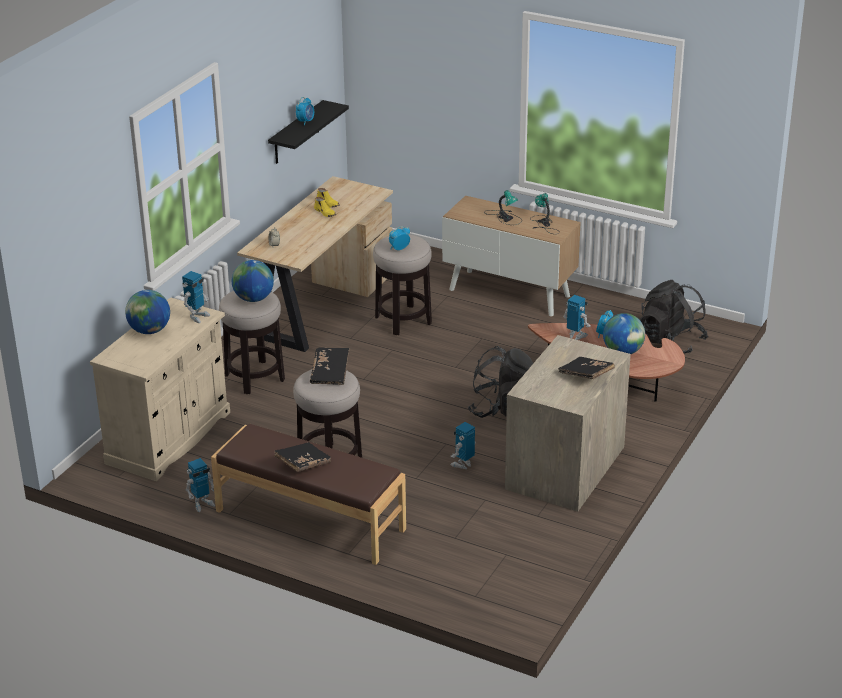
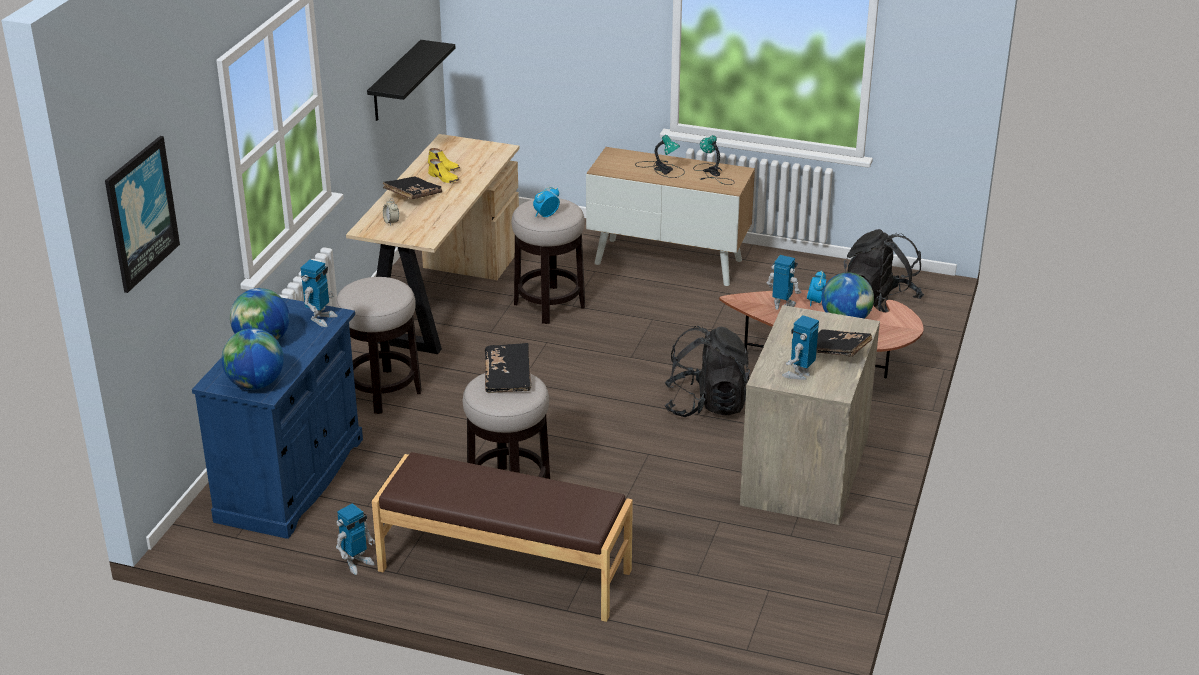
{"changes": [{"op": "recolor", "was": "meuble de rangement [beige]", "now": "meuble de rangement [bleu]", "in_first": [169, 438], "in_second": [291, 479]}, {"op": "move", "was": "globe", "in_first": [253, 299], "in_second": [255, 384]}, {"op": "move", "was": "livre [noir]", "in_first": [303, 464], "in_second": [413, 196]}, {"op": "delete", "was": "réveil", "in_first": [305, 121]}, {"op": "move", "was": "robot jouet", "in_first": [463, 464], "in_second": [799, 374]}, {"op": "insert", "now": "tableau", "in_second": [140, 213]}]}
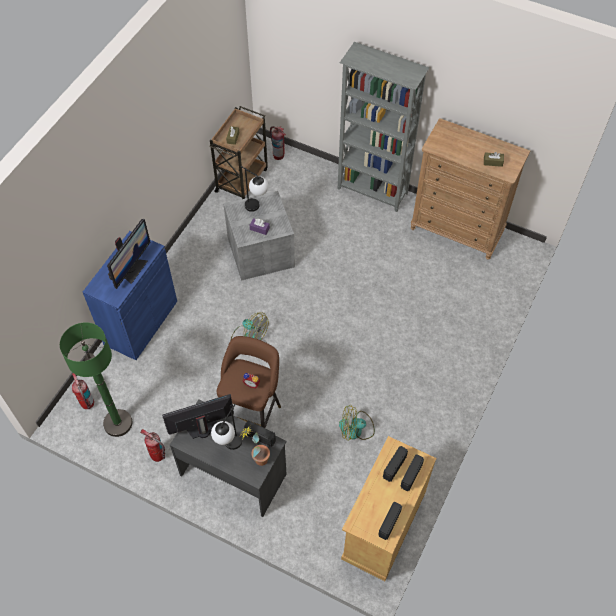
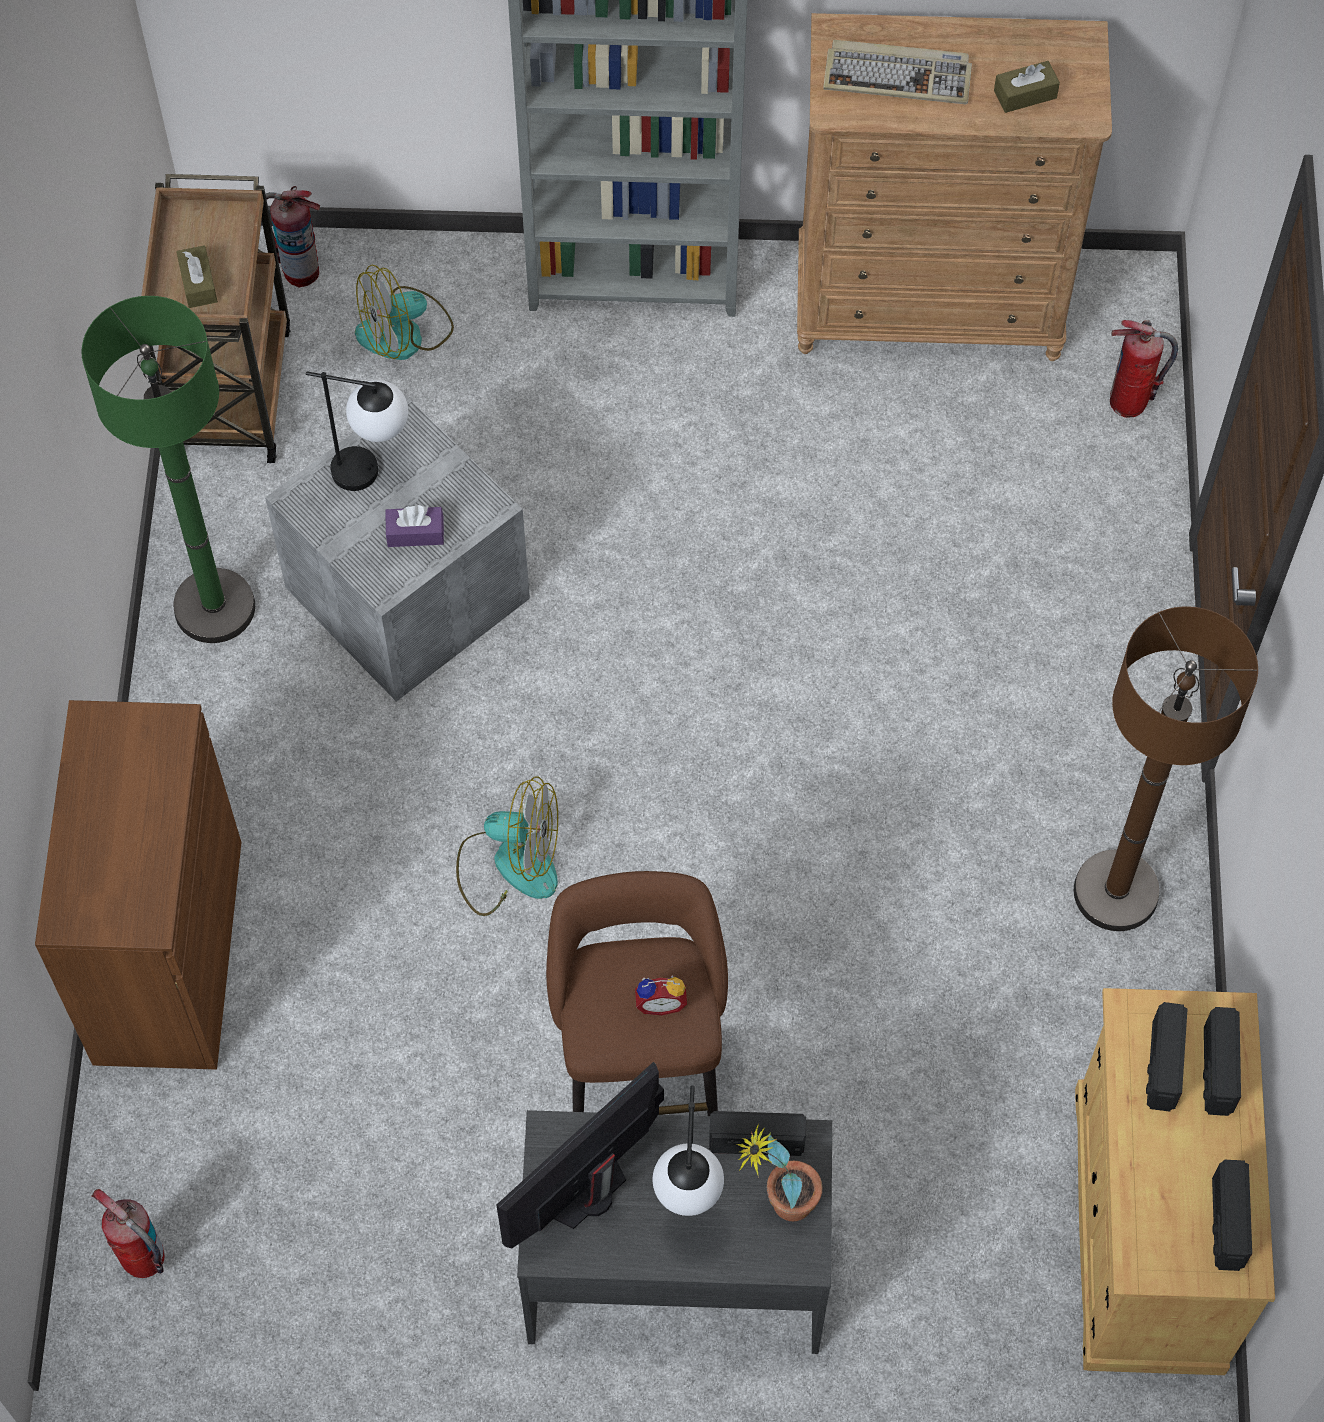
{"changes": [{"op": "move", "was": "lampadaire [vert]", "in_first": [118, 423], "in_second": [214, 607]}, {"op": "recolor", "was": "meuble de rangement [bleu]", "now": "meuble de rangement [marron]", "in_first": [141, 323], "in_second": [168, 951]}, {"op": "delete", "was": "écran d'ordinateur", "in_first": [132, 269]}, {"op": "move", "was": "extincteur", "in_first": [158, 455], "in_second": [1129, 403]}, {"op": "move", "was": "ventilateur", "in_first": [356, 429], "in_second": [405, 333]}, {"op": "insert", "now": "clavier", "in_second": [898, 76]}, {"op": "insert", "now": "lampadaire [marron]", "in_second": [1116, 892]}]}
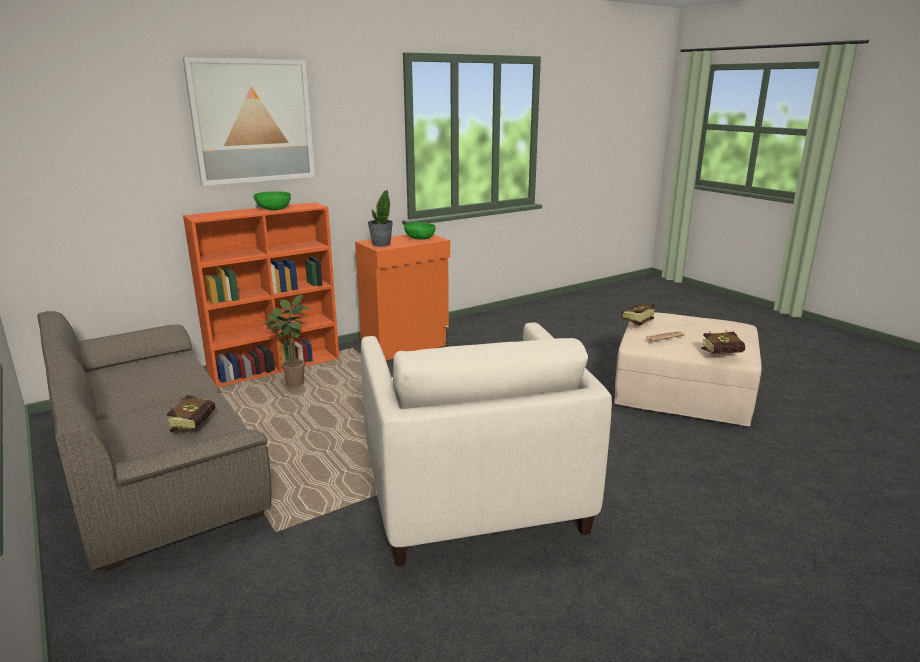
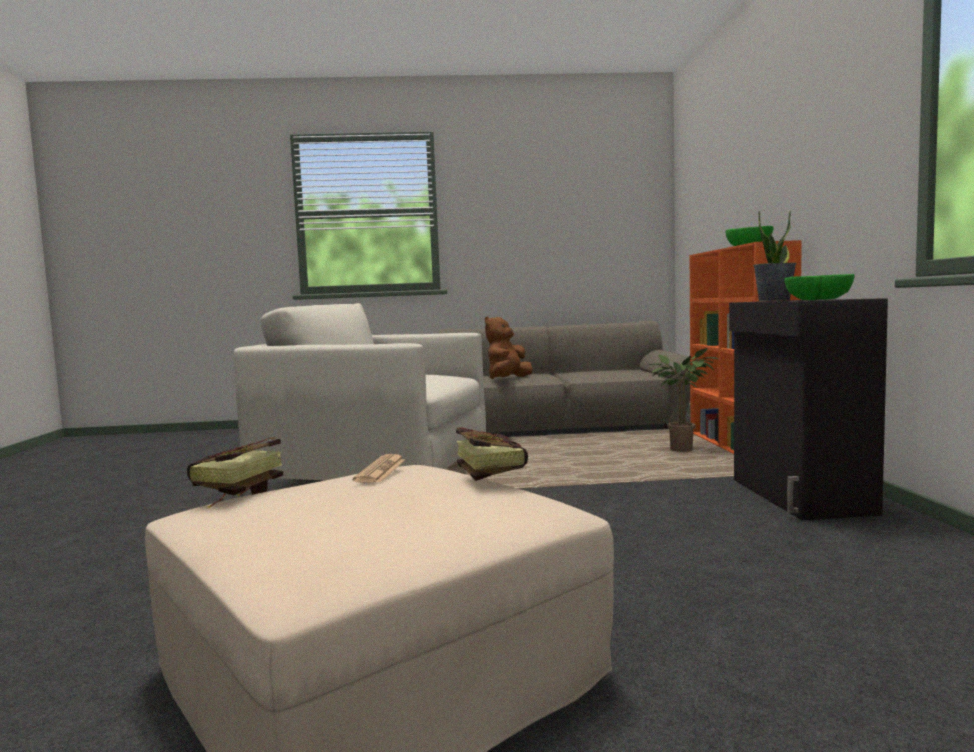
{"changes": [{"op": "replace", "was": "livre", "now": "peluche [marron]", "in_first": [196, 424], "in_second": [508, 379]}, {"op": "delete", "was": "tableau", "in_first": [252, 121]}, {"op": "recolor", "was": "meuble de rangement [orange]", "now": "meuble de rangement [noir]", "in_first": [406, 346], "in_second": [798, 496]}]}
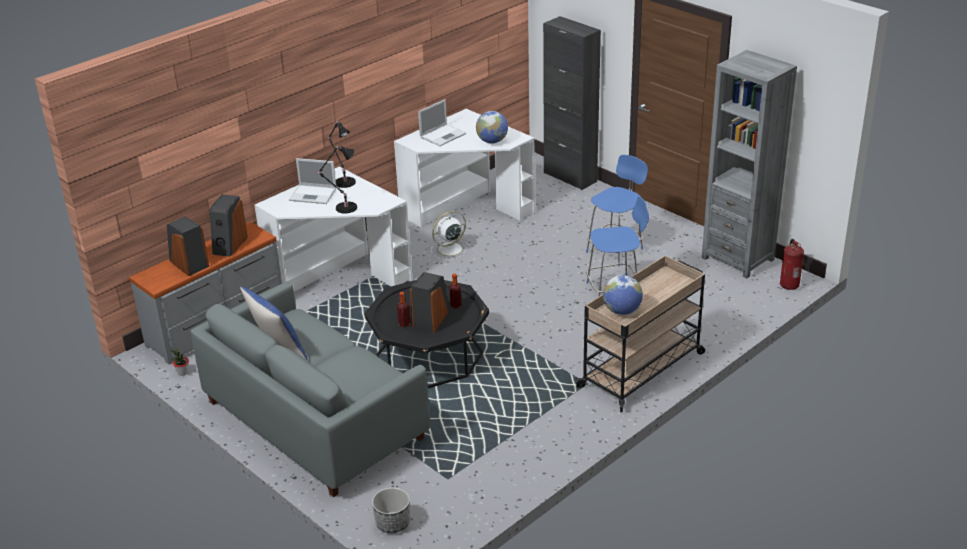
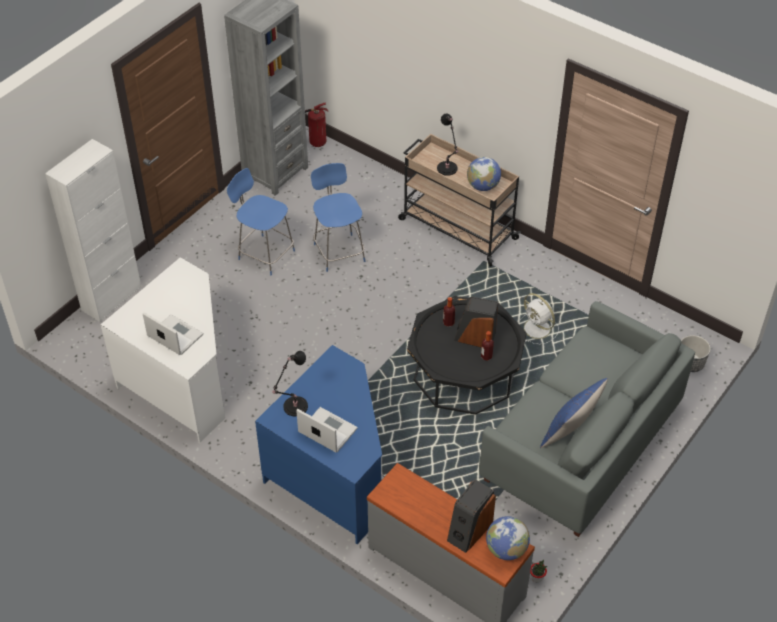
{"changes": [{"op": "delete", "was": "enceinte", "in_first": [229, 245]}, {"op": "recolor", "was": "bureau [blanc]", "now": "bureau [bleu]", "in_first": [339, 275], "in_second": [333, 475]}, {"op": "rotate", "was": "ordinateur portable", "in_first": [314, 194], "in_second": [326, 430], "clockwise": -60}, {"op": "move", "was": "lampe de table [noir]", "in_first": [344, 208], "in_second": [447, 169]}, {"op": "move", "was": "ventilateur [blanc]", "in_first": [449, 249], "in_second": [538, 329]}, {"op": "move", "was": "globe", "in_first": [492, 141], "in_second": [506, 549]}, {"op": "recolor", "was": "meuble de rangement [noir]", "now": "meuble de rangement [blanc]", "in_first": [570, 177], "in_second": [111, 298]}]}
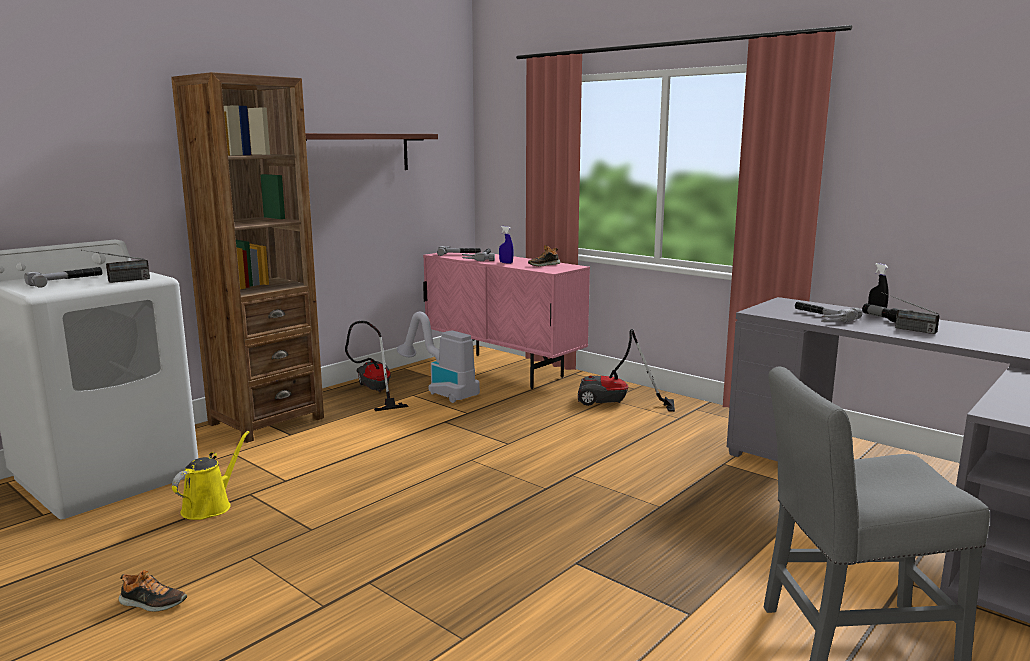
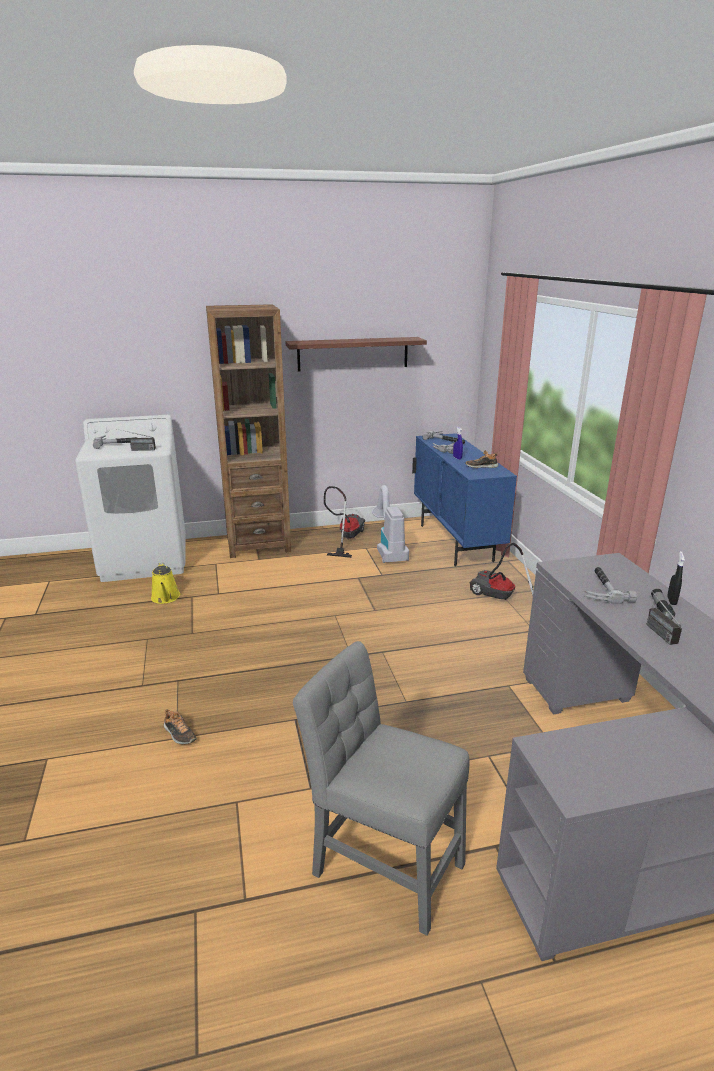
{"changes": [{"op": "move", "was": "chaussure", "in_first": [152, 603], "in_second": [179, 734]}, {"op": "rotate", "was": "arrosoir [jaune]", "in_first": [210, 506], "in_second": [166, 598], "clockwise": 105}, {"op": "recolor", "was": "meuble de rangement [rose]", "now": "meuble de rangement [bleu]", "in_first": [503, 371], "in_second": [455, 543]}]}
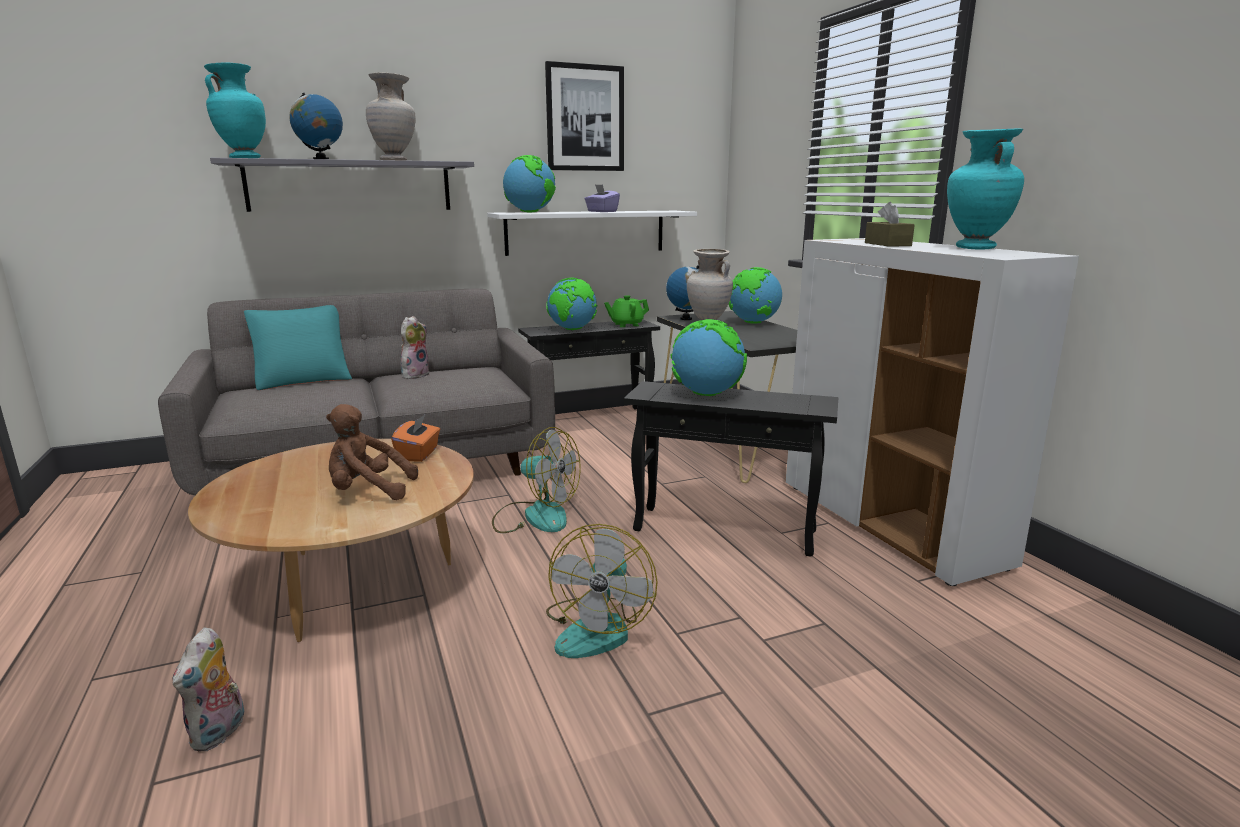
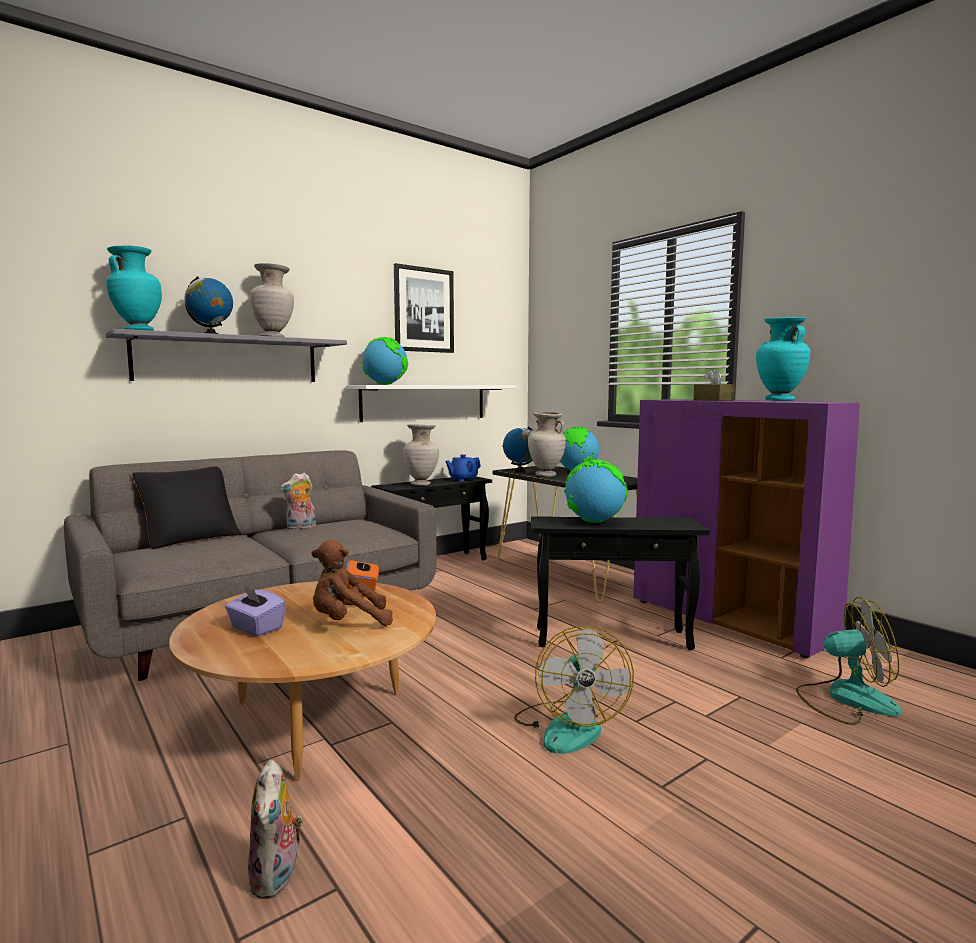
{"changes": [{"op": "recolor", "was": "coussin [turquoise]", "now": "coussin [noir]", "in_first": [303, 379], "in_second": [190, 538]}, {"op": "rotate", "was": "peluche", "in_first": [415, 375], "in_second": [300, 528], "clockwise": -135}, {"op": "move", "was": "ventilateur", "in_first": [535, 516], "in_second": [846, 699]}, {"op": "replace", "was": "globe", "now": "vase [beige]", "in_first": [572, 329], "in_second": [421, 484]}, {"op": "move", "was": "boîte à mouchoirs [violet]", "in_first": [601, 211], "in_second": [256, 628]}, {"op": "recolor", "was": "théière [vert]", "now": "théière [bleu]", "in_first": [626, 325], "in_second": [463, 479]}, {"op": "recolor", "was": "meuble de rangement [blanc]", "now": "meuble de rangement [violet]", "in_first": [890, 524], "in_second": [730, 620]}]}
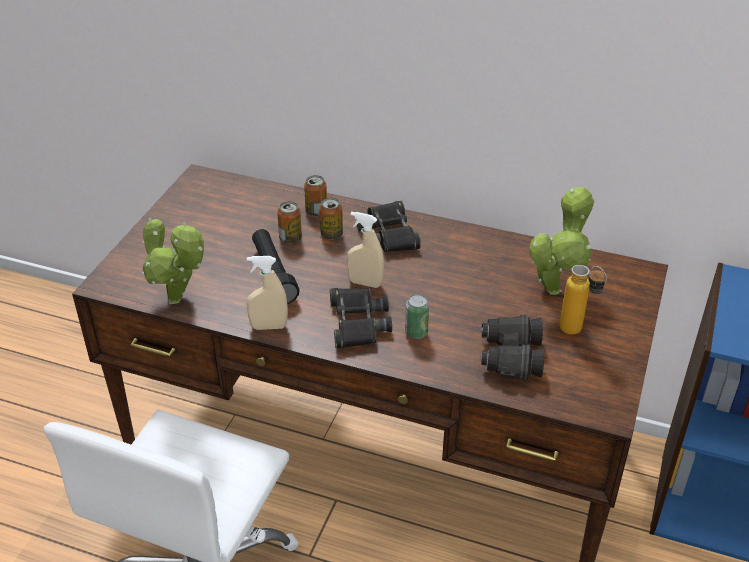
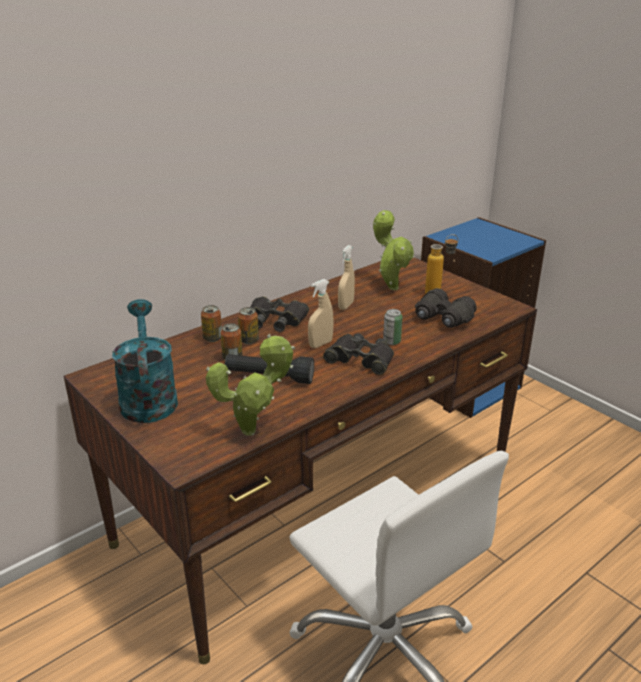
{"changes": [{"op": "move", "was": "vaporisateur [beige]", "in_first": [269, 326], "in_second": [346, 306]}, {"op": "insert", "now": "arrosoir [turquoise]", "in_second": [148, 397]}]}
